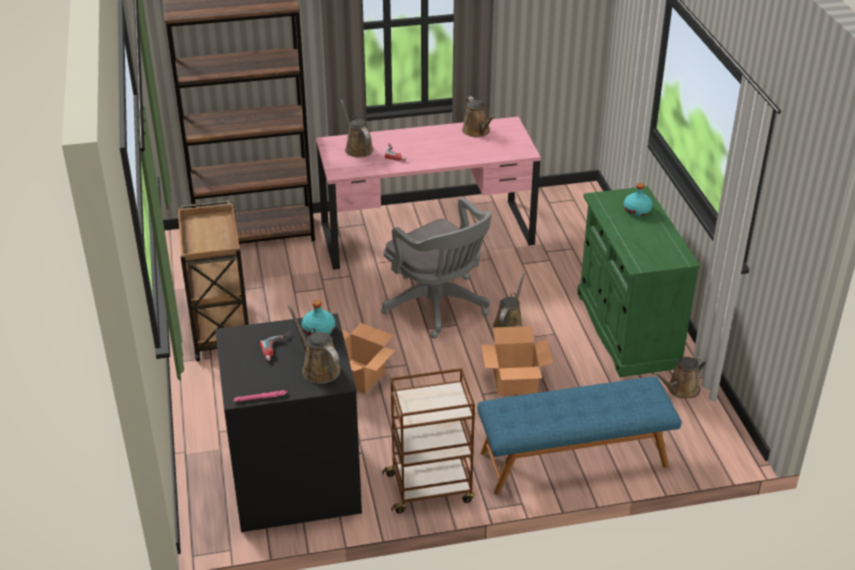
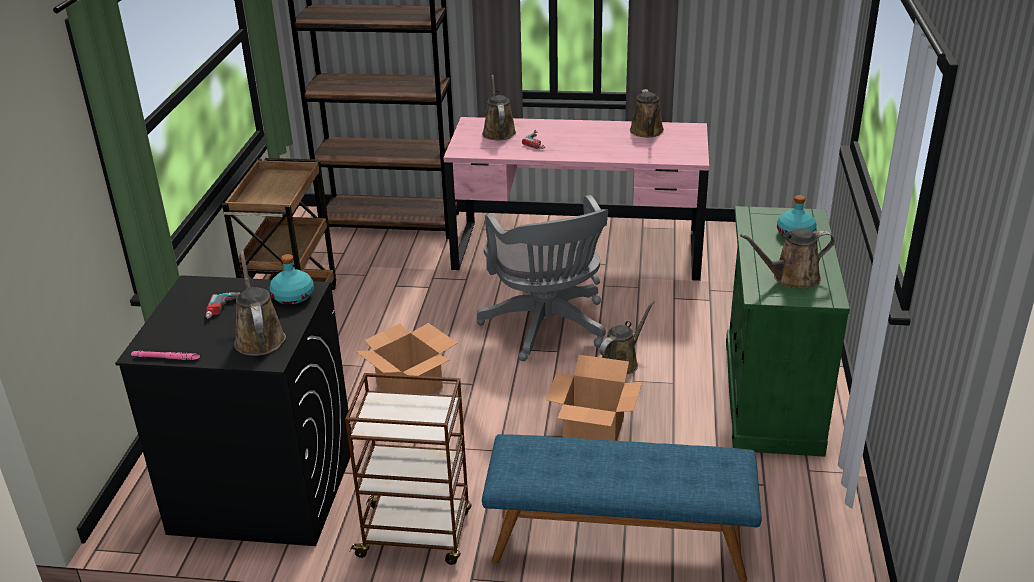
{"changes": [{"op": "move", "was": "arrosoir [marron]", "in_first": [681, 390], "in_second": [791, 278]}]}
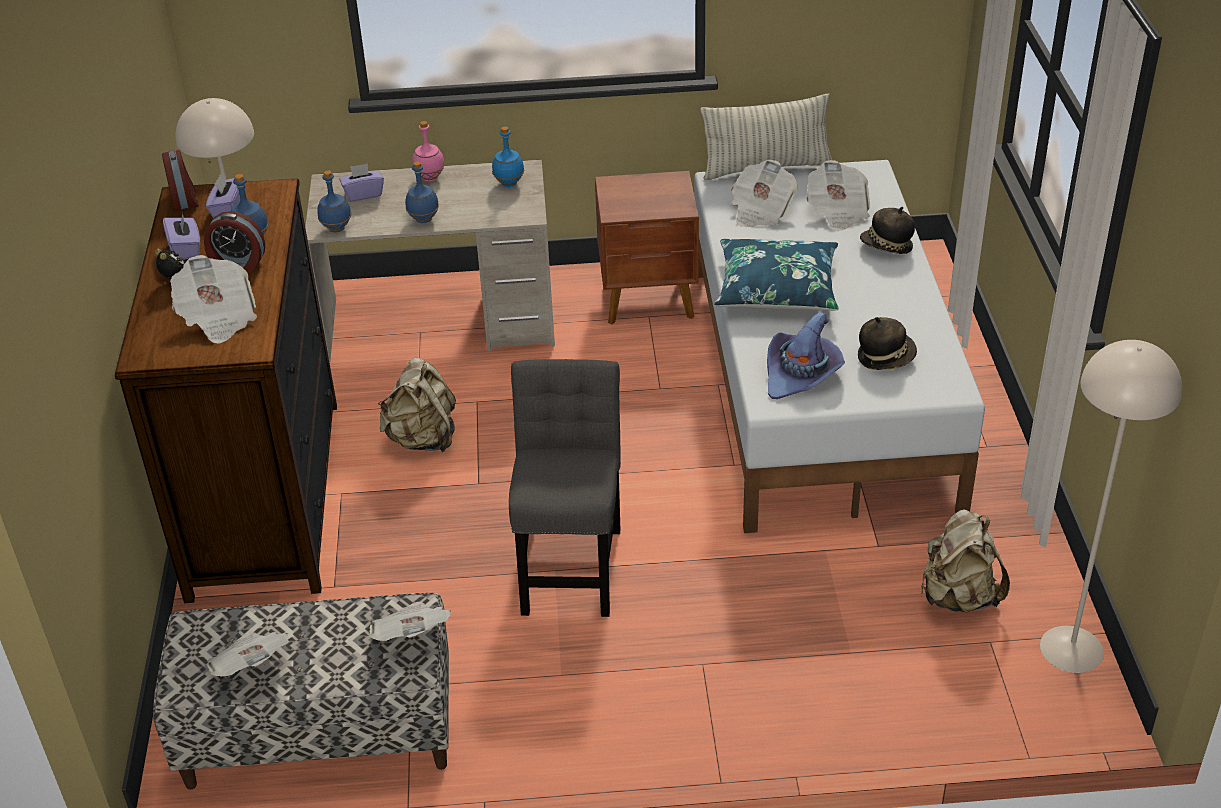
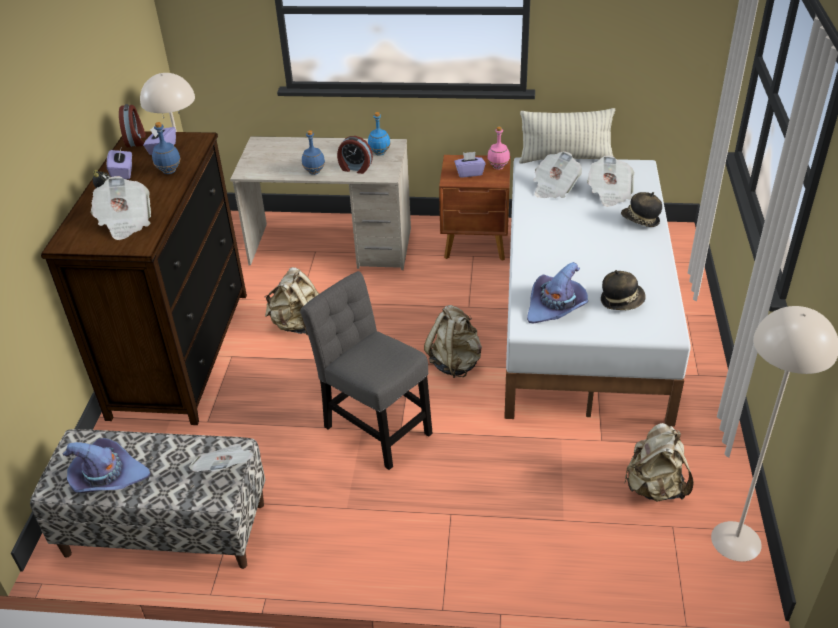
{"changes": [{"op": "move", "was": "réveil", "in_first": [237, 264], "in_second": [355, 168]}, {"op": "replace", "was": "journal", "now": "chapeau [violet]", "in_first": [251, 667], "in_second": [107, 477]}, {"op": "delete", "was": "bouteille [bleu]", "in_first": [337, 229]}, {"op": "move", "was": "boîte à mouchoirs [violet]", "in_first": [363, 194], "in_second": [469, 173]}, {"op": "move", "was": "bouteille [rose]", "in_first": [430, 178], "in_second": [498, 167]}, {"op": "rotate", "was": "chaise [gris]", "in_first": [570, 564], "in_second": [374, 426], "clockwise": -60}, {"op": "delete", "was": "coussin [bleu]", "in_first": [777, 289]}, {"op": "insert", "now": "sac à dos [beige]", "in_second": [455, 363]}]}
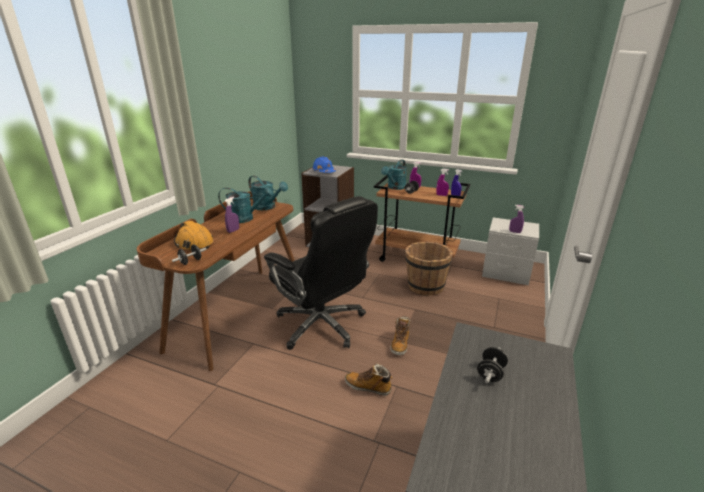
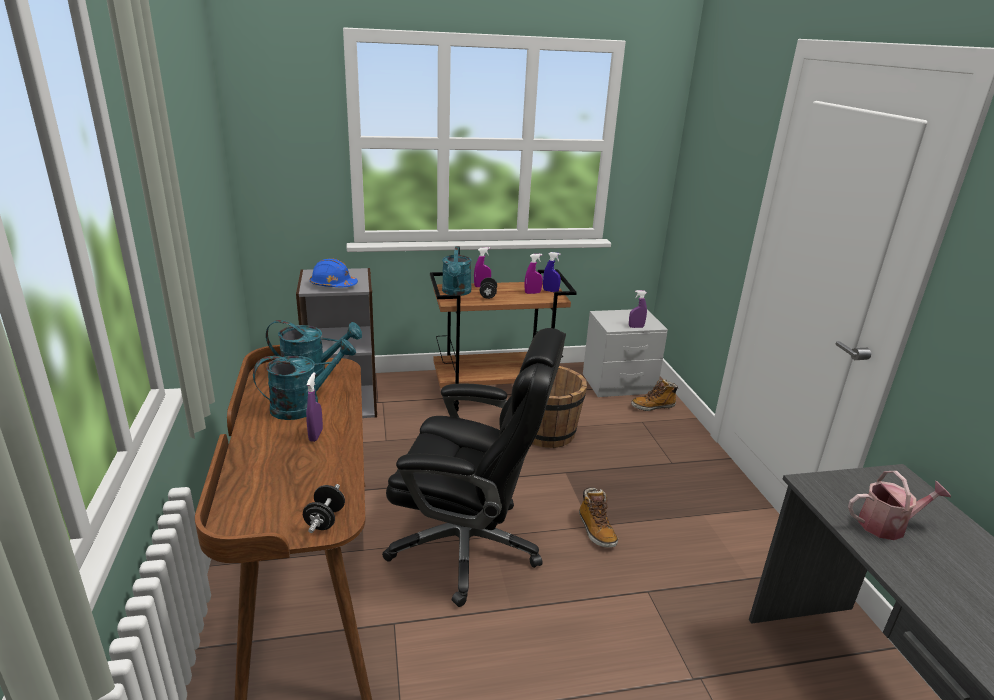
{"changes": [{"op": "delete", "was": "casque de chantier [orange]", "in_first": [194, 243]}, {"op": "move", "was": "botte", "in_first": [368, 387], "in_second": [653, 406]}, {"op": "replace", "was": "haltère [noir]", "now": "arrosoir", "in_first": [490, 373], "in_second": [887, 525]}]}
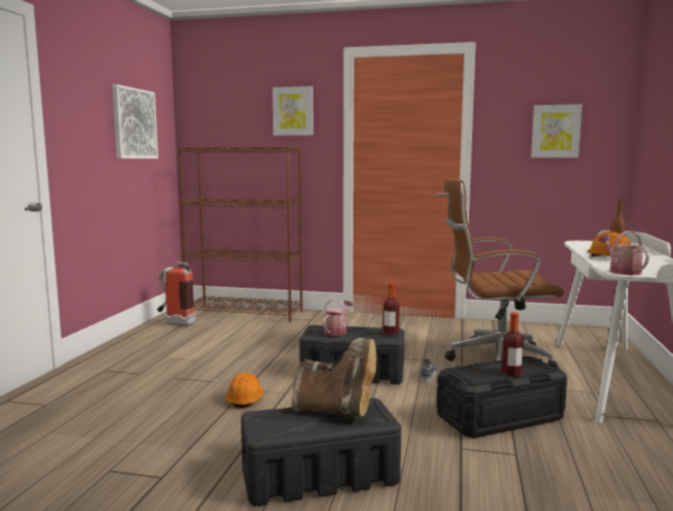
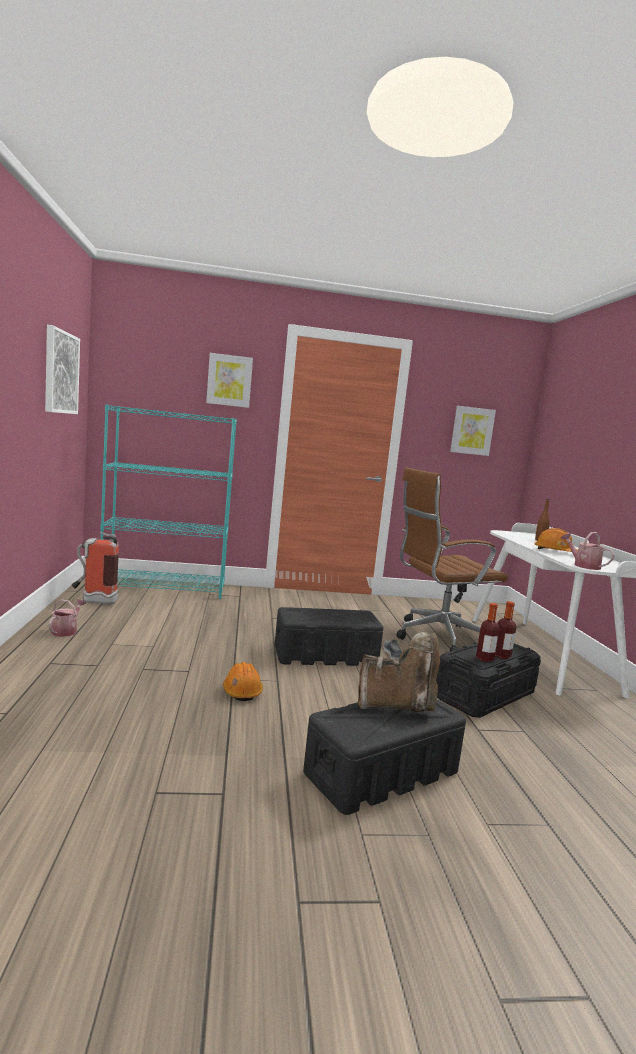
{"changes": [{"op": "recolor", "was": "bibliothèque [marron]", "now": "bibliothèque [turquoise]", "in_first": [246, 313], "in_second": [165, 588]}, {"op": "move", "was": "arrosoir", "in_first": [337, 331], "in_second": [66, 631]}, {"op": "move", "was": "bouteille", "in_first": [390, 333], "in_second": [484, 659]}]}
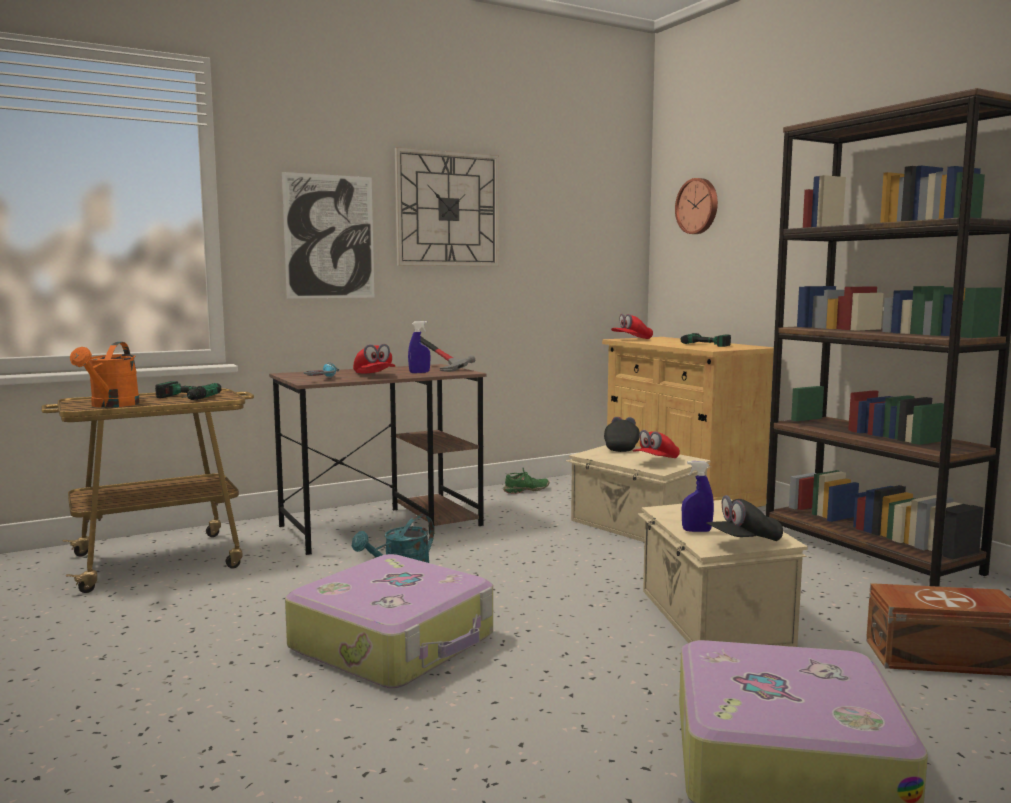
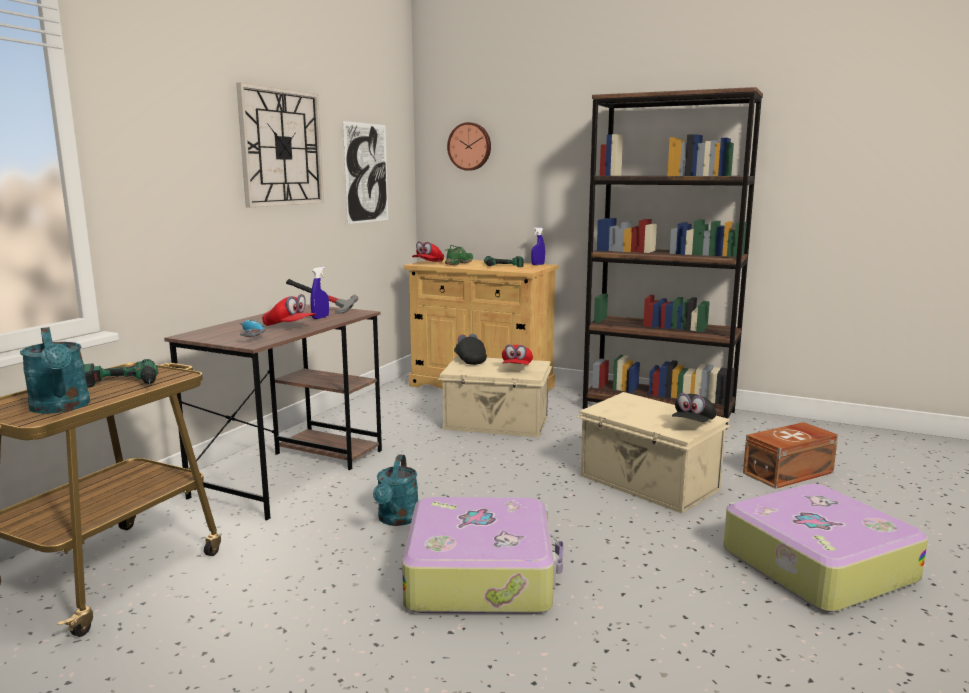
{"changes": [{"op": "recolor", "was": "arrosoir [orange]", "now": "arrosoir [turquoise]", "in_first": [111, 405], "in_second": [61, 407]}, {"op": "move", "was": "tableau", "in_first": [329, 237], "in_second": [366, 173]}, {"op": "move", "was": "chaussure [vert]", "in_first": [526, 490], "in_second": [459, 263]}, {"op": "move", "was": "vaporisateur [bleu]", "in_first": [696, 531], "in_second": [538, 264]}]}
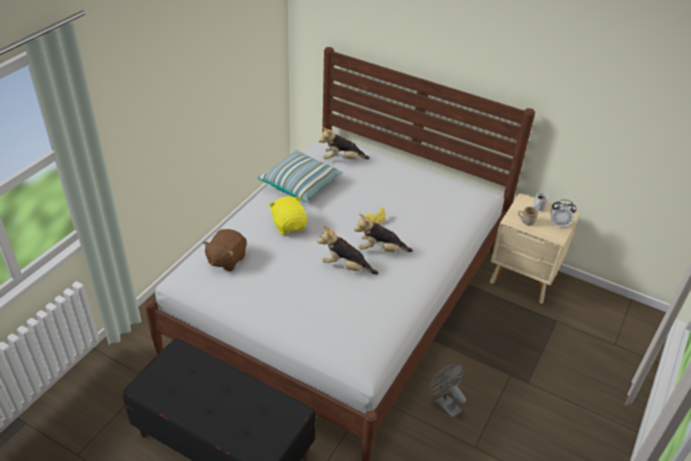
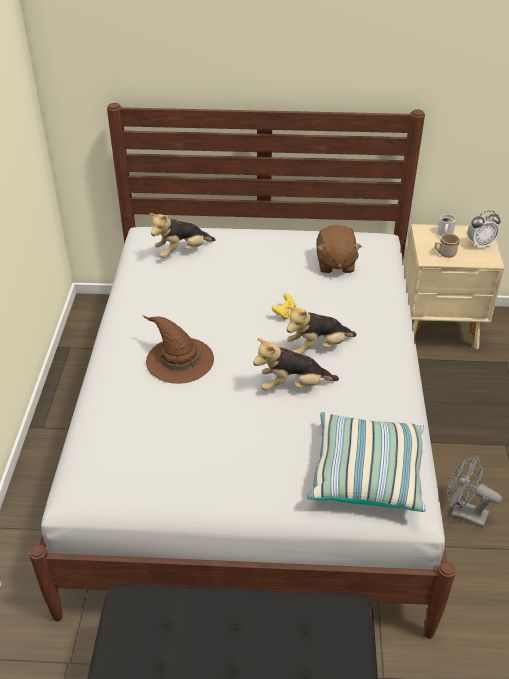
{"changes": [{"op": "move", "was": "peluche [marron]", "in_first": [226, 260], "in_second": [335, 264]}, {"op": "move", "was": "coussin", "in_first": [300, 184], "in_second": [366, 473]}, {"op": "replace", "was": "peluche [jaune]", "now": "chapeau [marron]", "in_first": [289, 225], "in_second": [178, 359]}]}
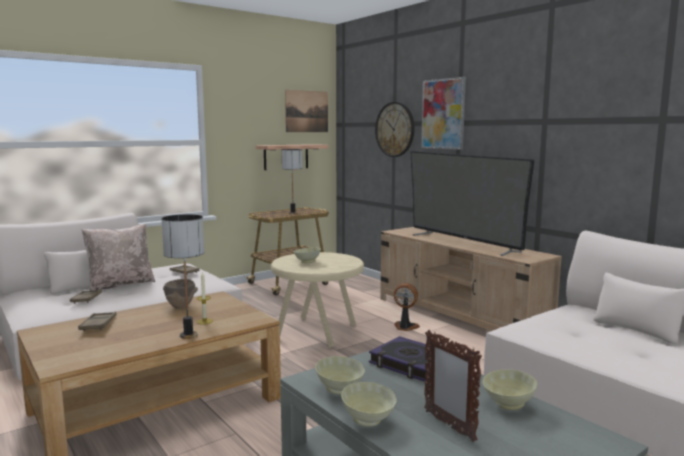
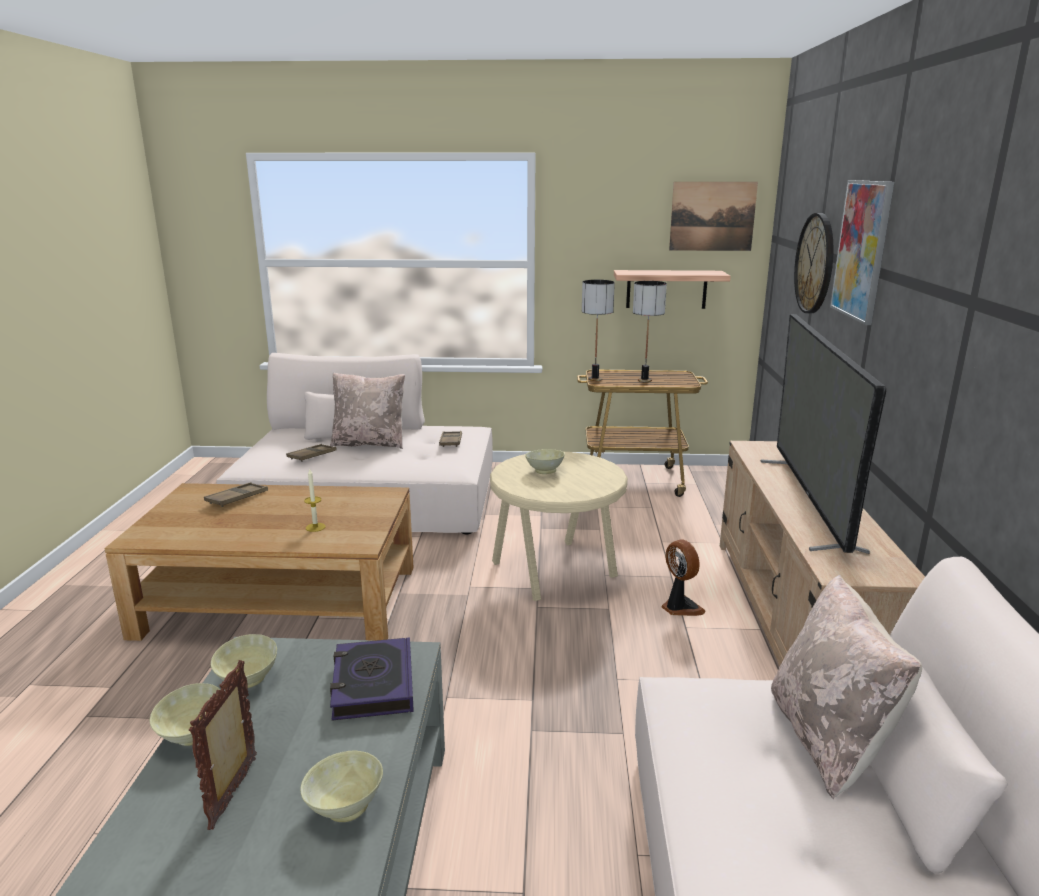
{"changes": [{"op": "move", "was": "lampe de table", "in_first": [188, 335], "in_second": [594, 379]}, {"op": "delete", "was": "bol [marron]", "in_first": [180, 307]}, {"op": "insert", "now": "coussin [beige]", "in_second": [829, 739]}]}
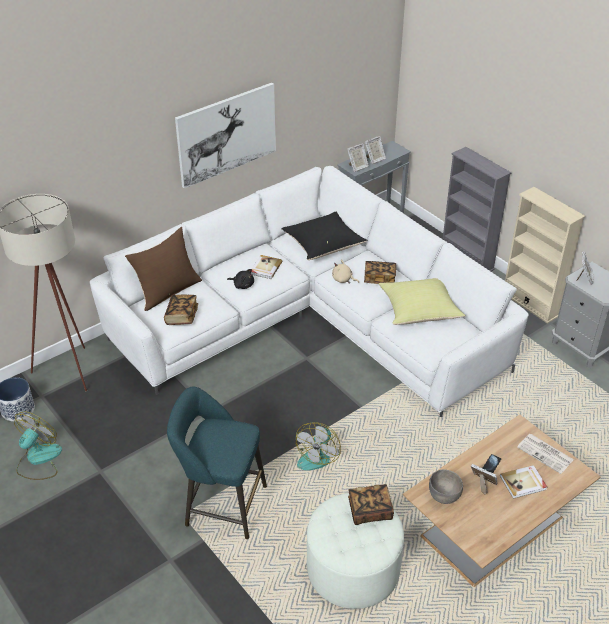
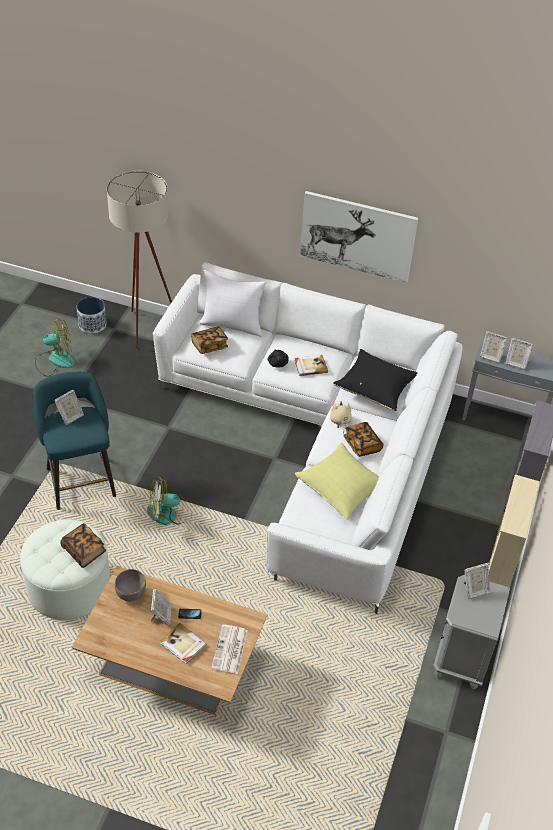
{"changes": [{"op": "recolor", "was": "coussin [marron]", "now": "coussin [blanc]", "in_first": [168, 291], "in_second": [232, 324]}, {"op": "insert", "now": "cadre photo", "in_second": [70, 416]}]}
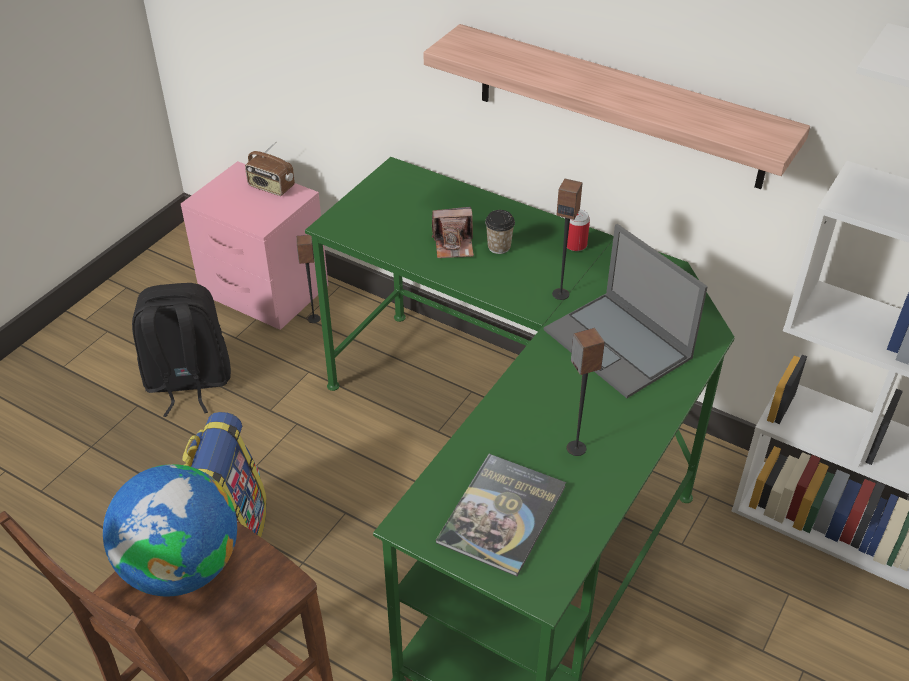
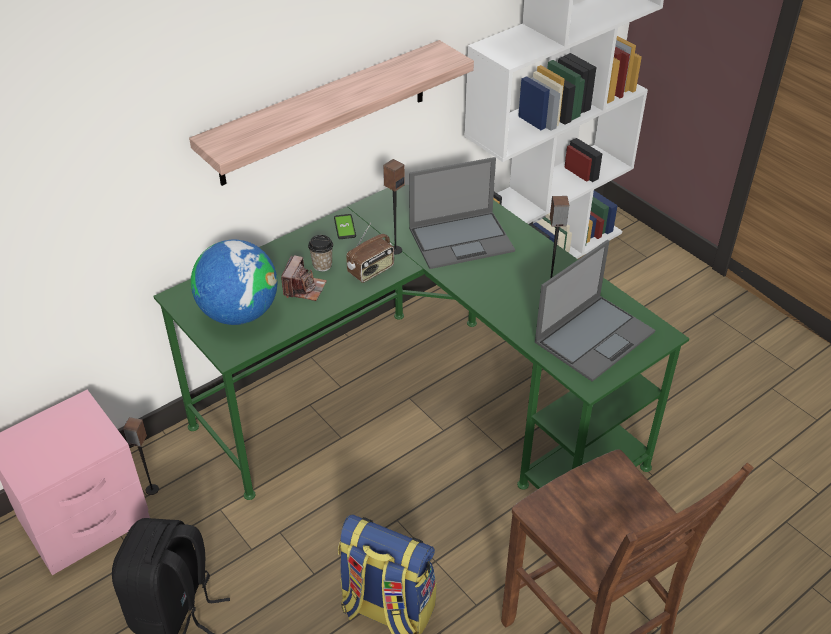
{"changes": [{"op": "move", "was": "globe", "in_first": [181, 567], "in_second": [239, 313]}, {"op": "move", "was": "radio", "in_first": [271, 187], "in_second": [371, 271]}, {"op": "replace", "was": "livre", "now": "ordinateur portable", "in_first": [502, 514], "in_second": [595, 336]}, {"op": "replace", "was": "boîte métallique", "now": "téléphone", "in_first": [575, 245], "in_second": [345, 227]}]}
